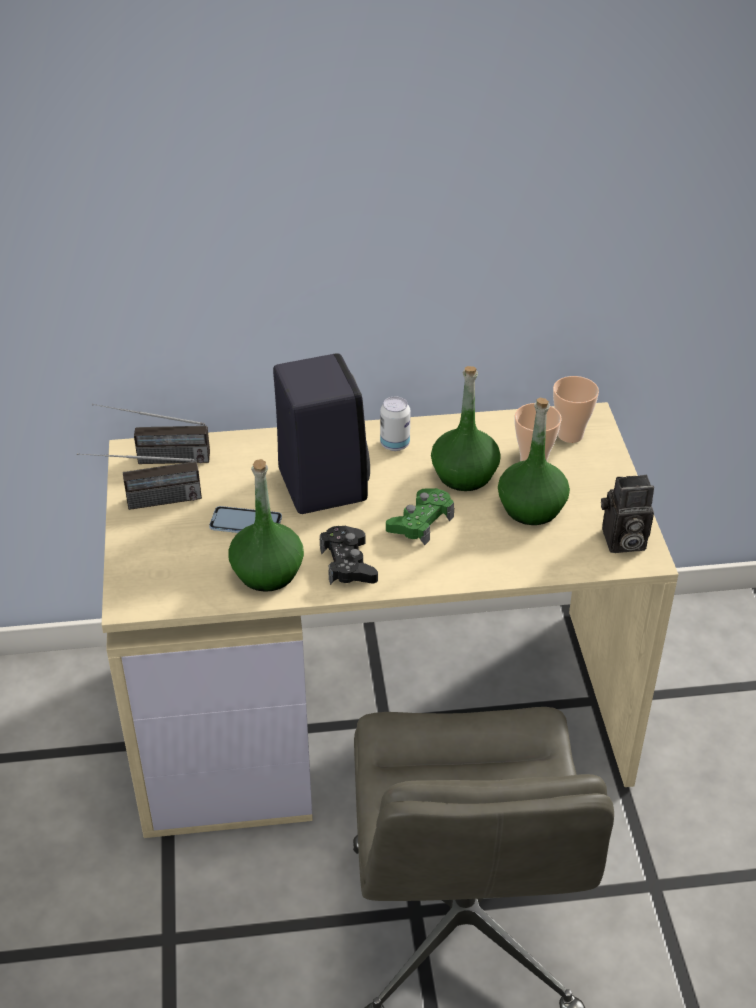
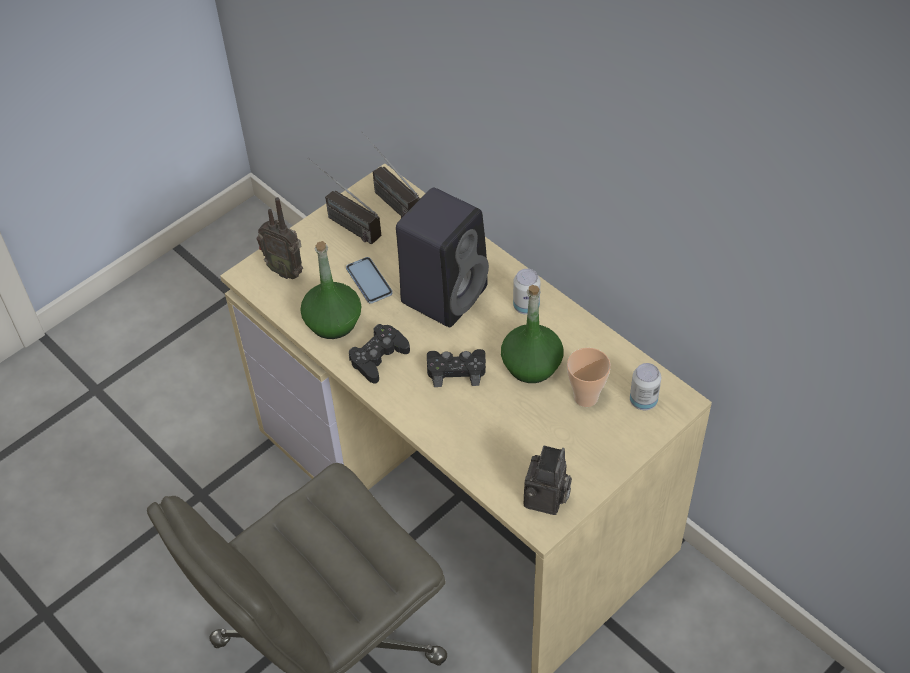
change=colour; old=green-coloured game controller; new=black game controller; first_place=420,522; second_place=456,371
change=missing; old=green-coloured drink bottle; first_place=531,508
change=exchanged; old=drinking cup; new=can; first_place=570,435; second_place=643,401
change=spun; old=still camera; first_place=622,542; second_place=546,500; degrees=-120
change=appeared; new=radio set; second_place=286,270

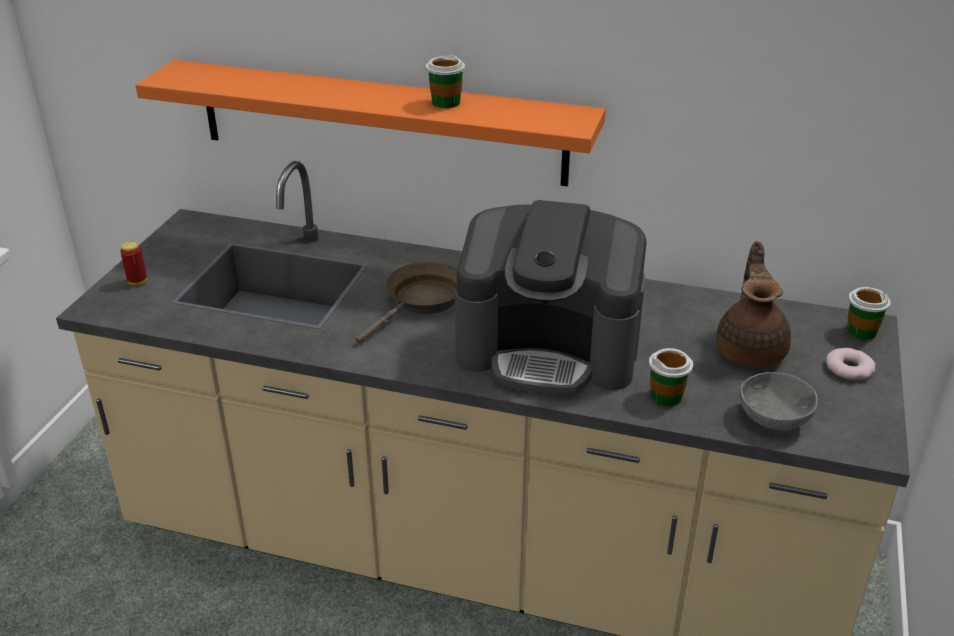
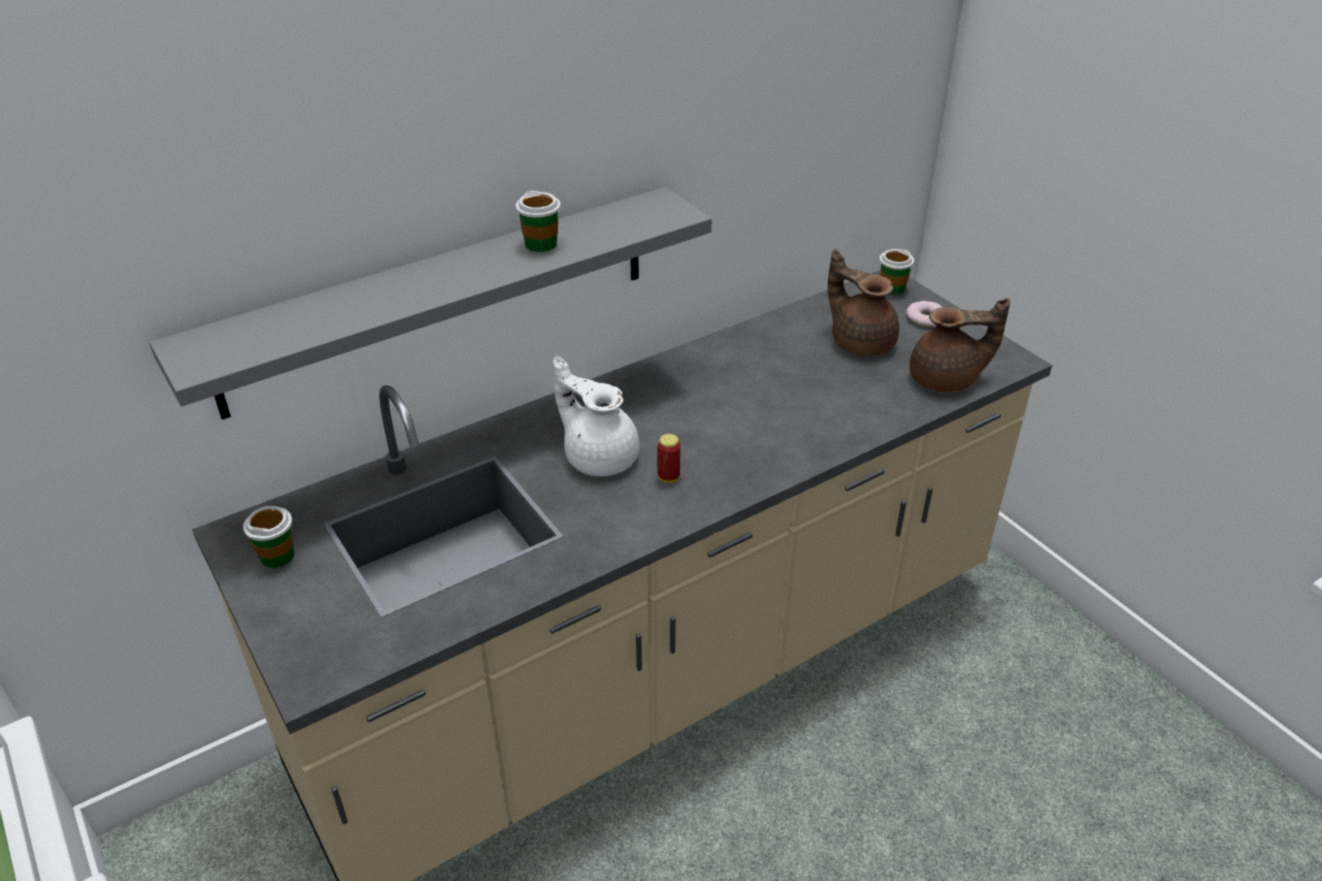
change=relocated; old=can; first_place=137,281; second_place=668,477
change=colour; old=orangey wall shelf; new=gray wall shelf; first_place=380,122; second_place=441,299
change=exchanged; old=brown-coloured pan; new=white tea pot; first_place=422,301; second_place=599,456
change=missing; old=coffee maker; first_place=549,348
change=relocated; old=drinking cup; first_place=666,396; second_place=277,555
change=exchanged; old=gray deep dish; new=brown-coloured tea pot; first_place=773,419; second_place=946,380

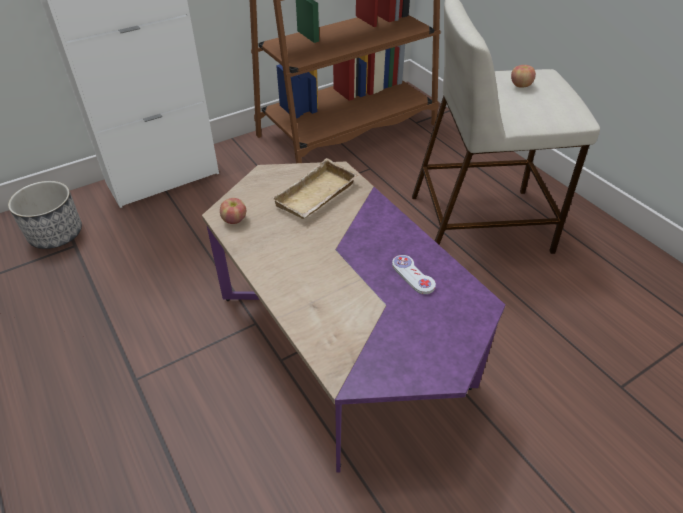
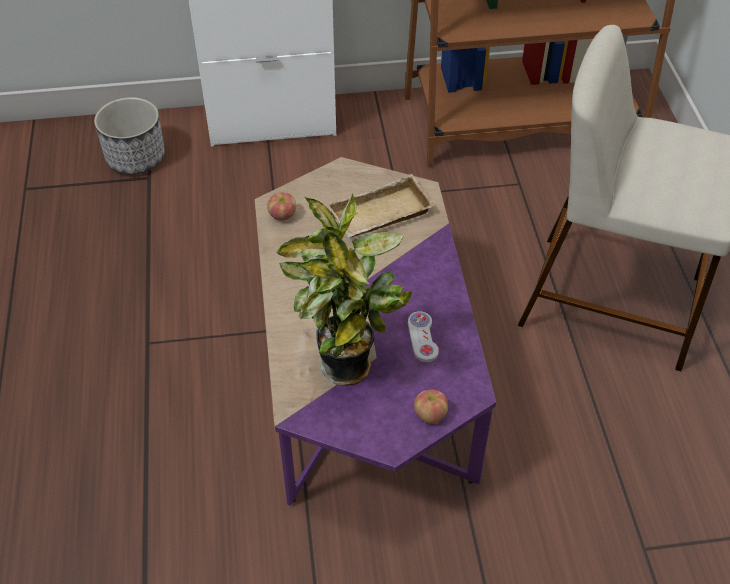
change=relocated; old=apple fruit; first_place=520,85; second_place=430,415
change=appeared; new=plant in a pot; second_place=348,372

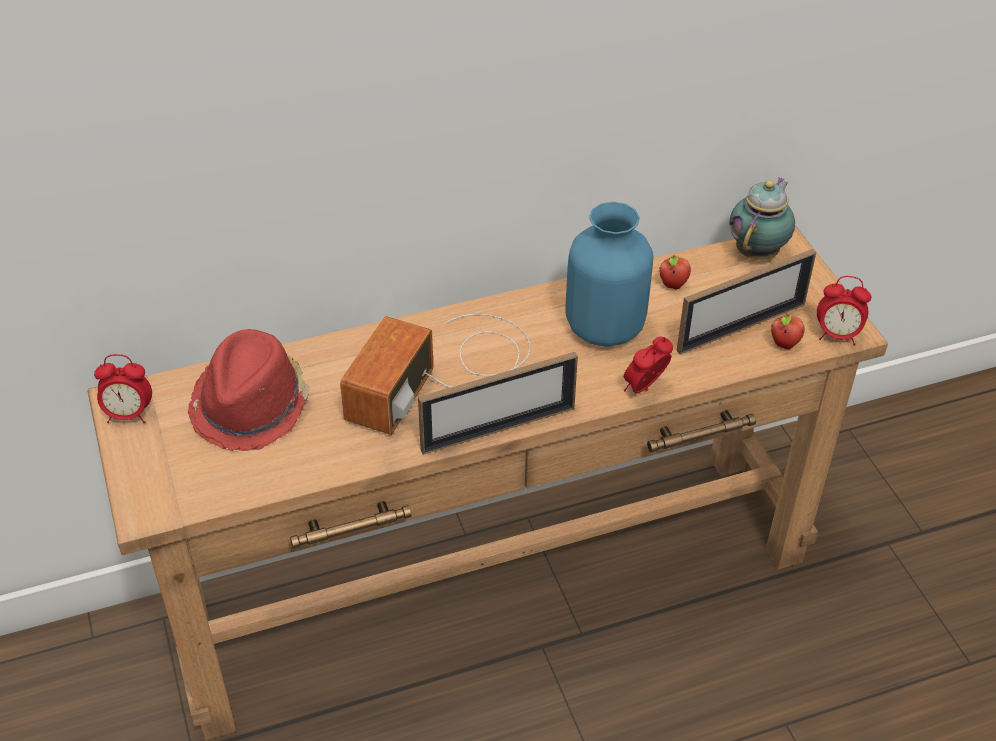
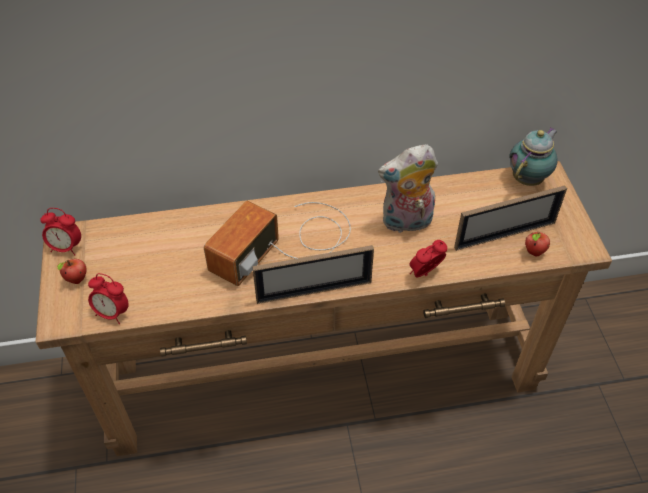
change=missing; old=red-coloured clothing hat; first_place=252,405
change=exchanged; old=bluish flower vase; new=cuddly toy; first_place=605,327; second_place=406,223
change=relocated; old=apple fruit; first_place=673,286; second_place=76,280
change=relocated; old=alarm clock; first_place=837,335; second_place=112,313

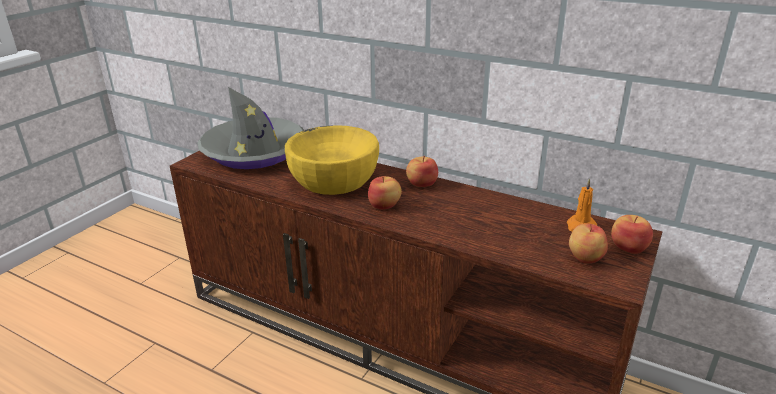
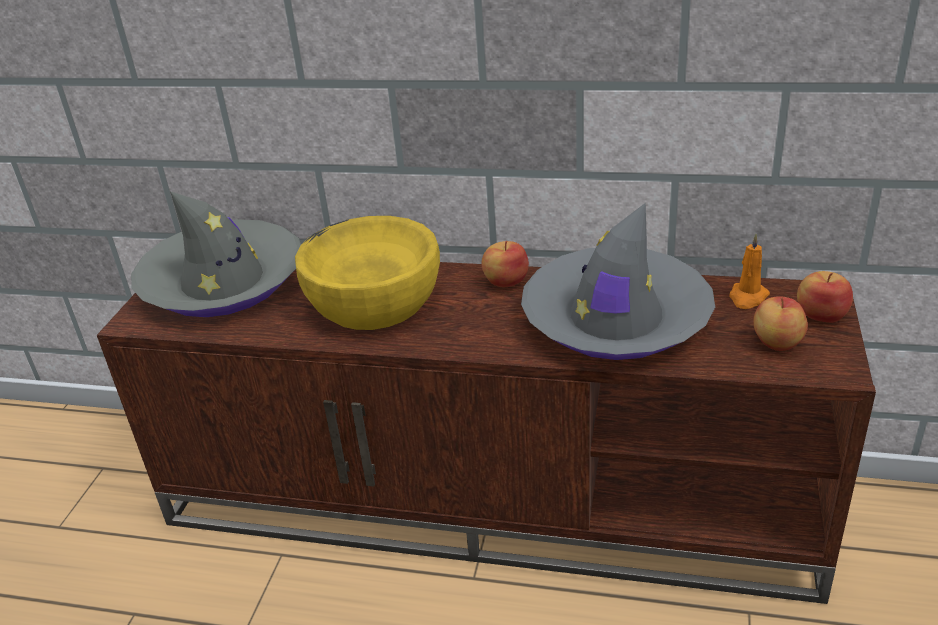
change=missing; old=apple fruit; first_place=385,205
change=appeared; new=gray clothing hat; second_place=616,319

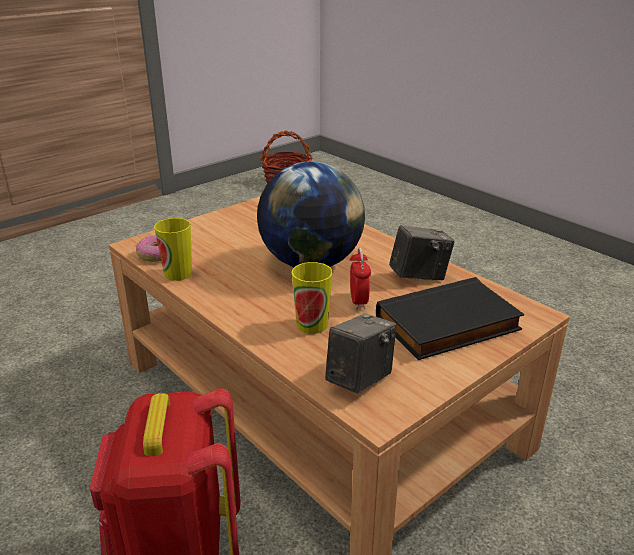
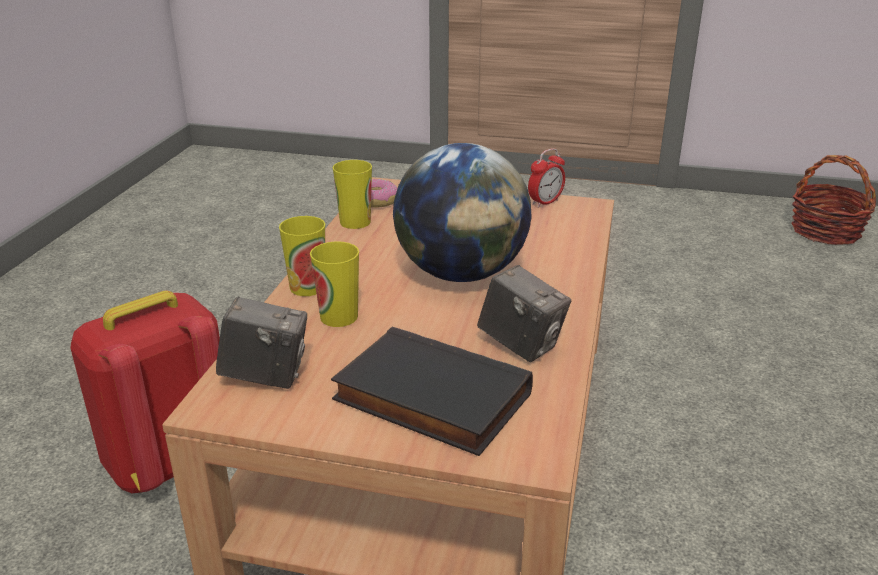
change=relocated; old=alarm clock; first_place=358,301; second_place=545,202
change=appeared; new=drinking cup; second_place=307,287

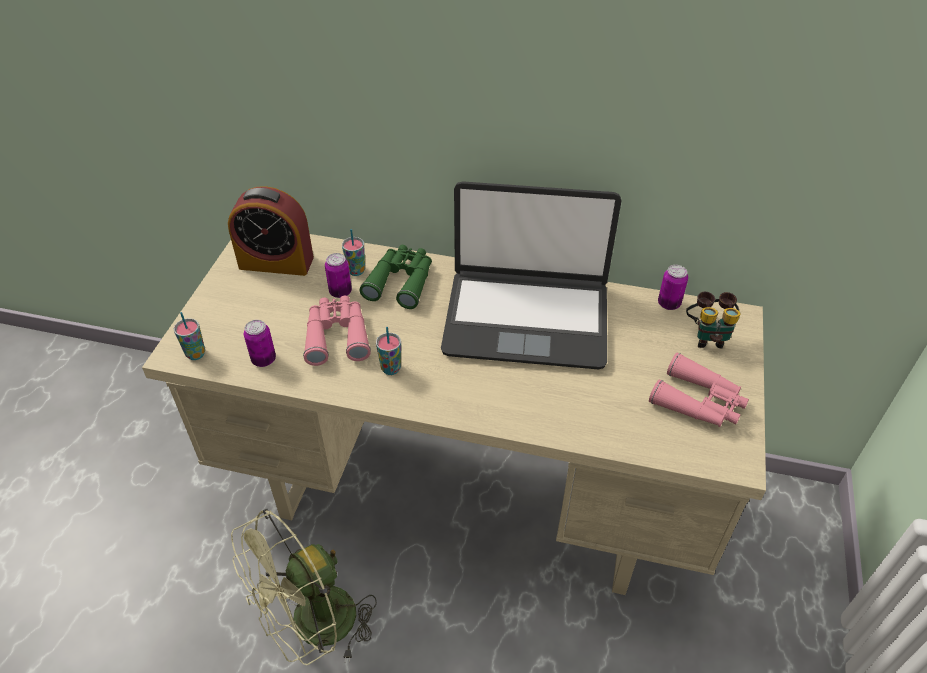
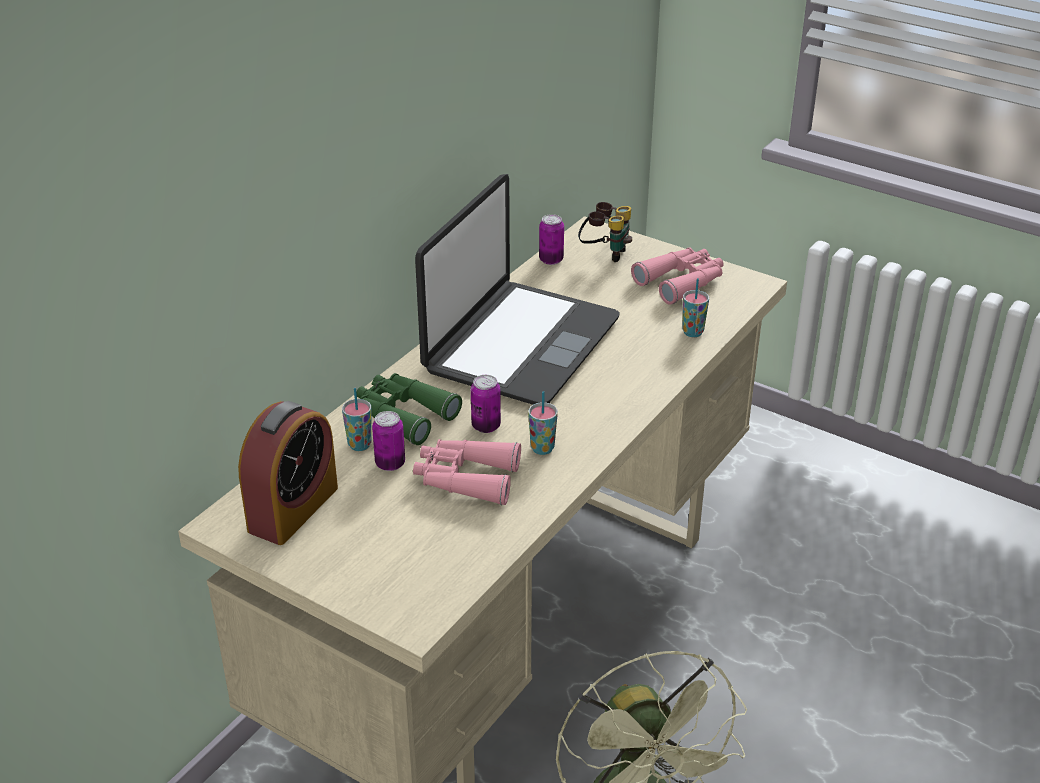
change=relocated; old=drinking cup; first_place=196,354; second_place=692,332
change=relocated; old=can; first_place=264,360; second_place=486,426

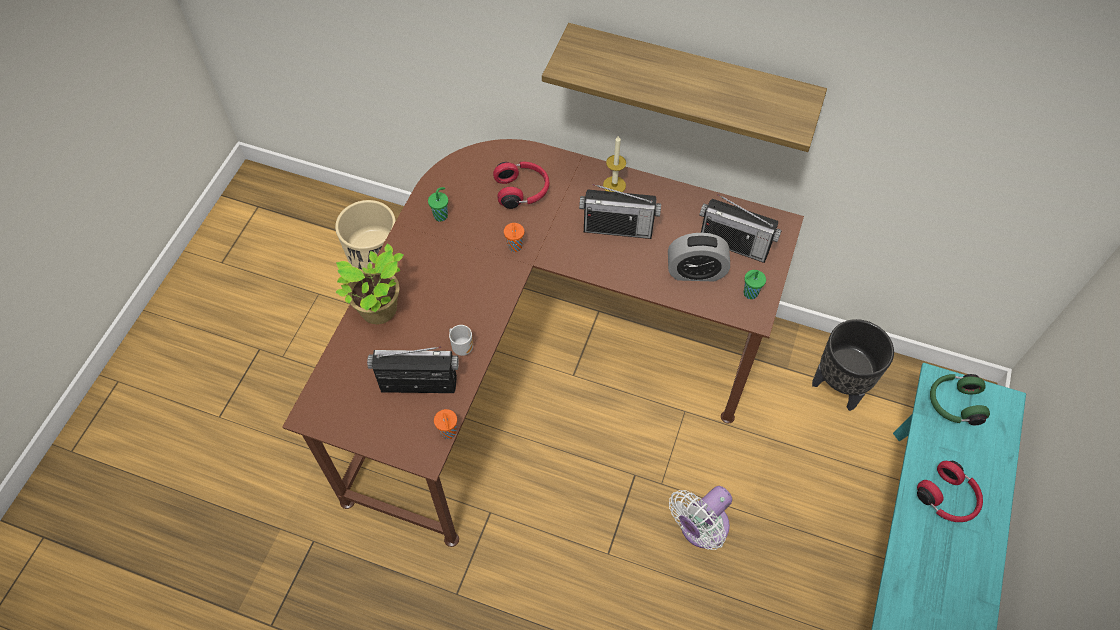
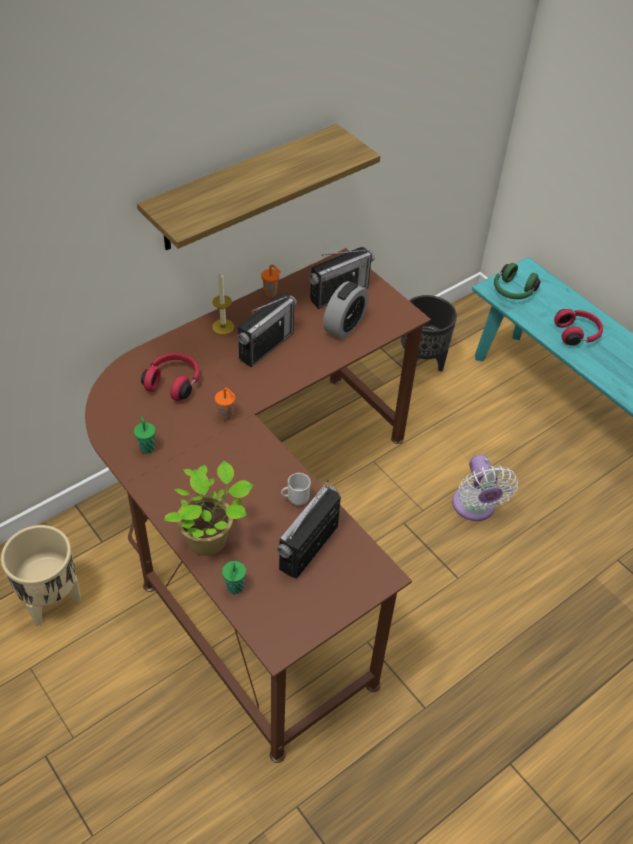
change=relocated; old=orangey drinking cup; first_place=448,433; second_place=271,293
change=relocated; old=green-coloured drinking cup; first_place=749,293; second_place=234,588

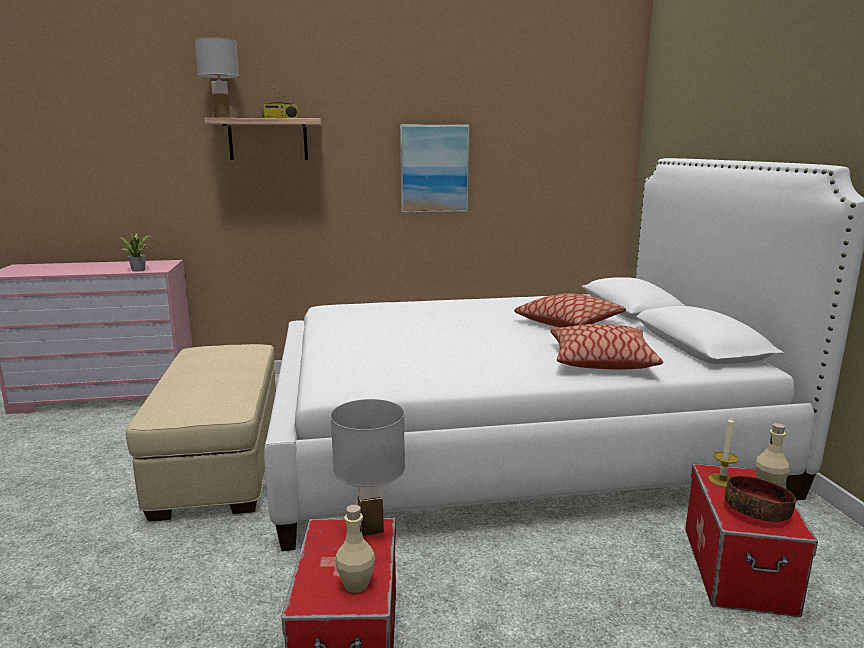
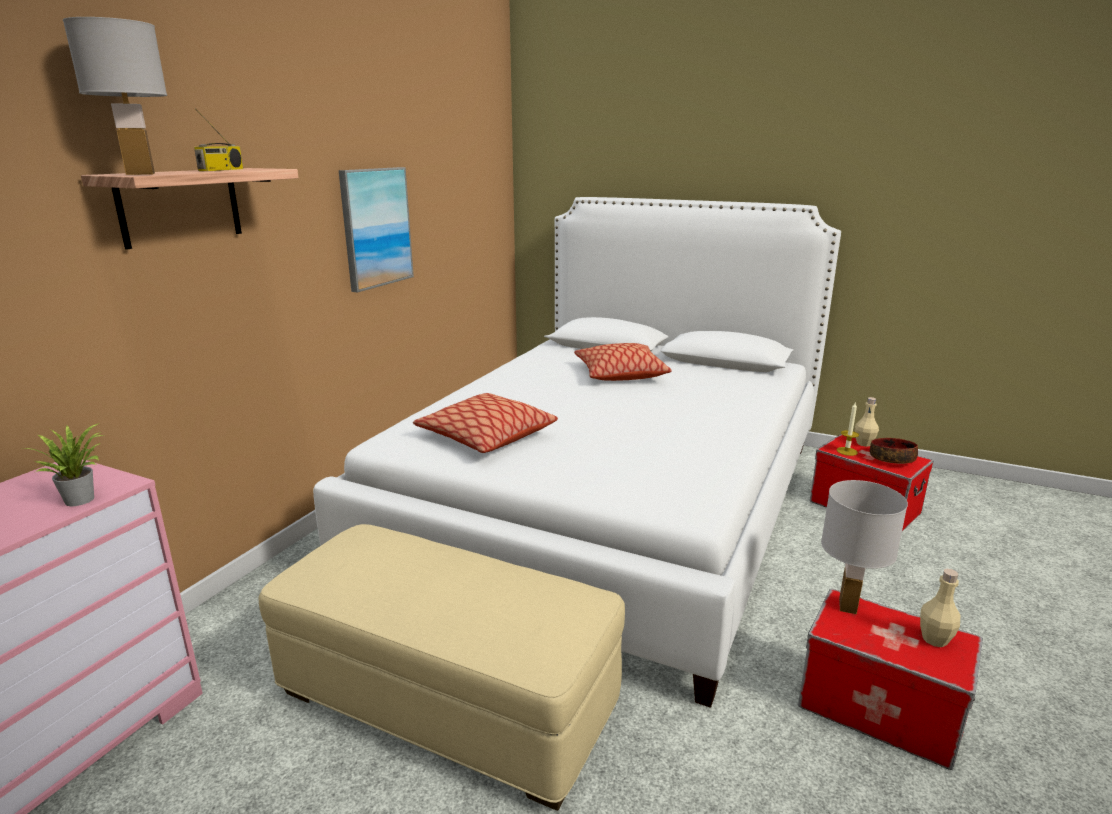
change=relocated; old=pillow; first_place=600,361; second_place=486,436

